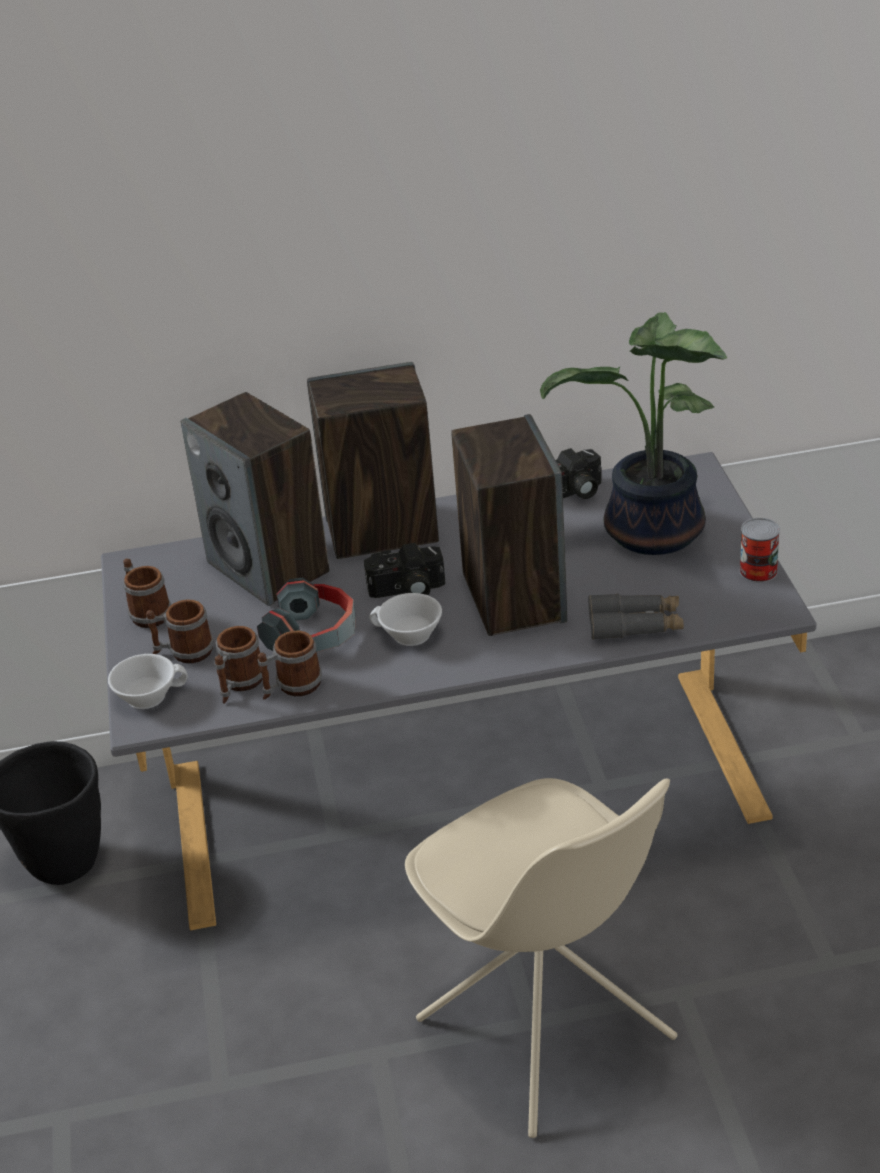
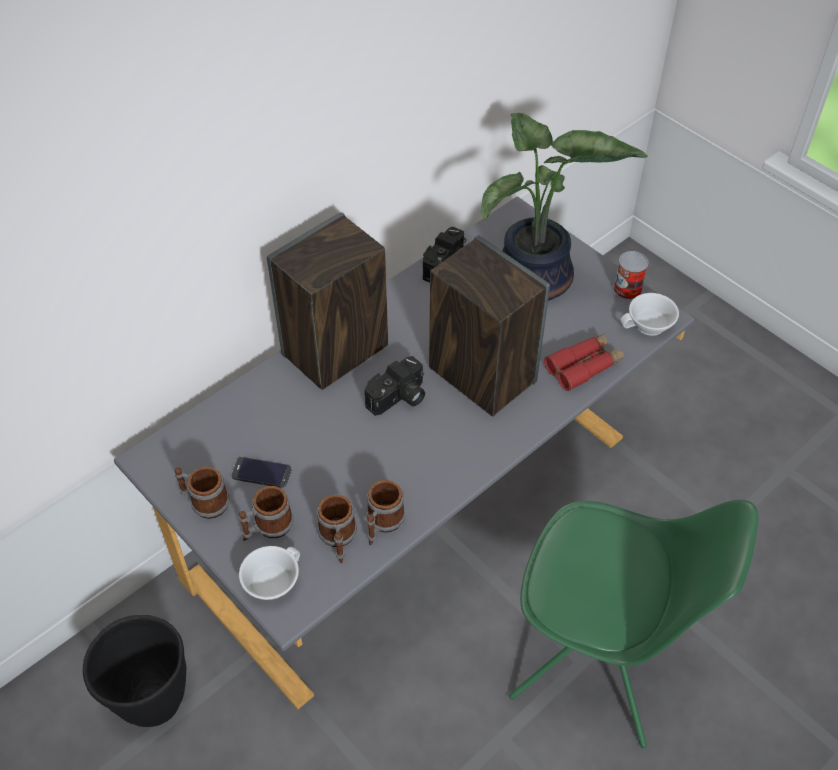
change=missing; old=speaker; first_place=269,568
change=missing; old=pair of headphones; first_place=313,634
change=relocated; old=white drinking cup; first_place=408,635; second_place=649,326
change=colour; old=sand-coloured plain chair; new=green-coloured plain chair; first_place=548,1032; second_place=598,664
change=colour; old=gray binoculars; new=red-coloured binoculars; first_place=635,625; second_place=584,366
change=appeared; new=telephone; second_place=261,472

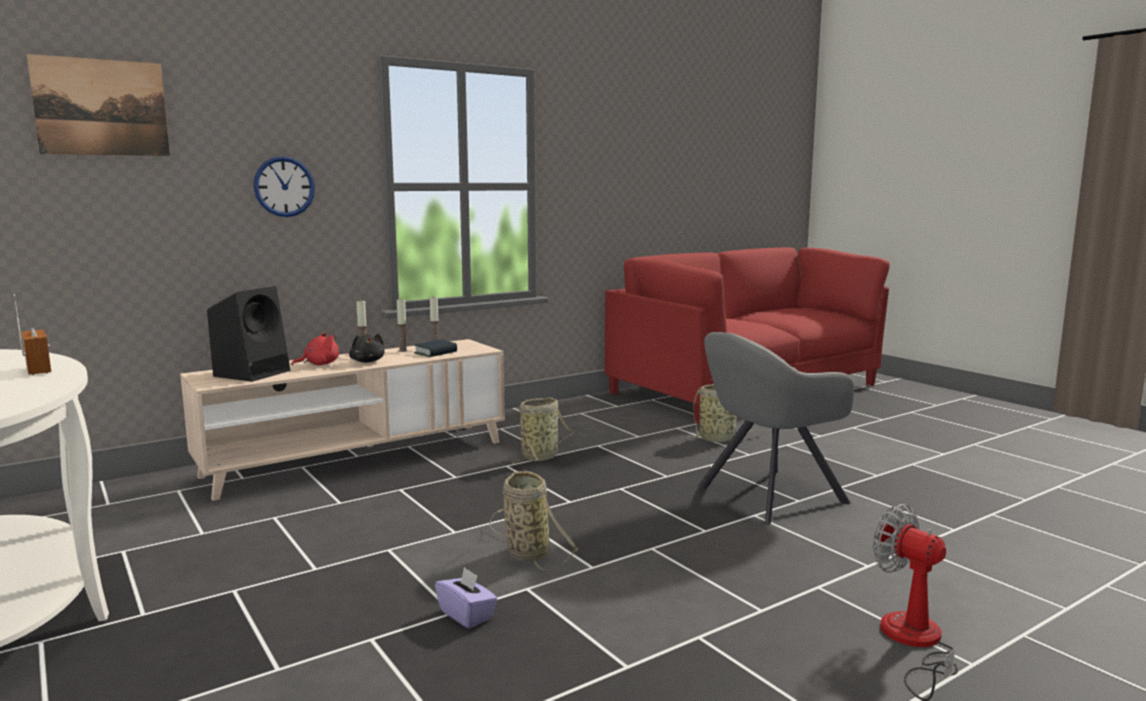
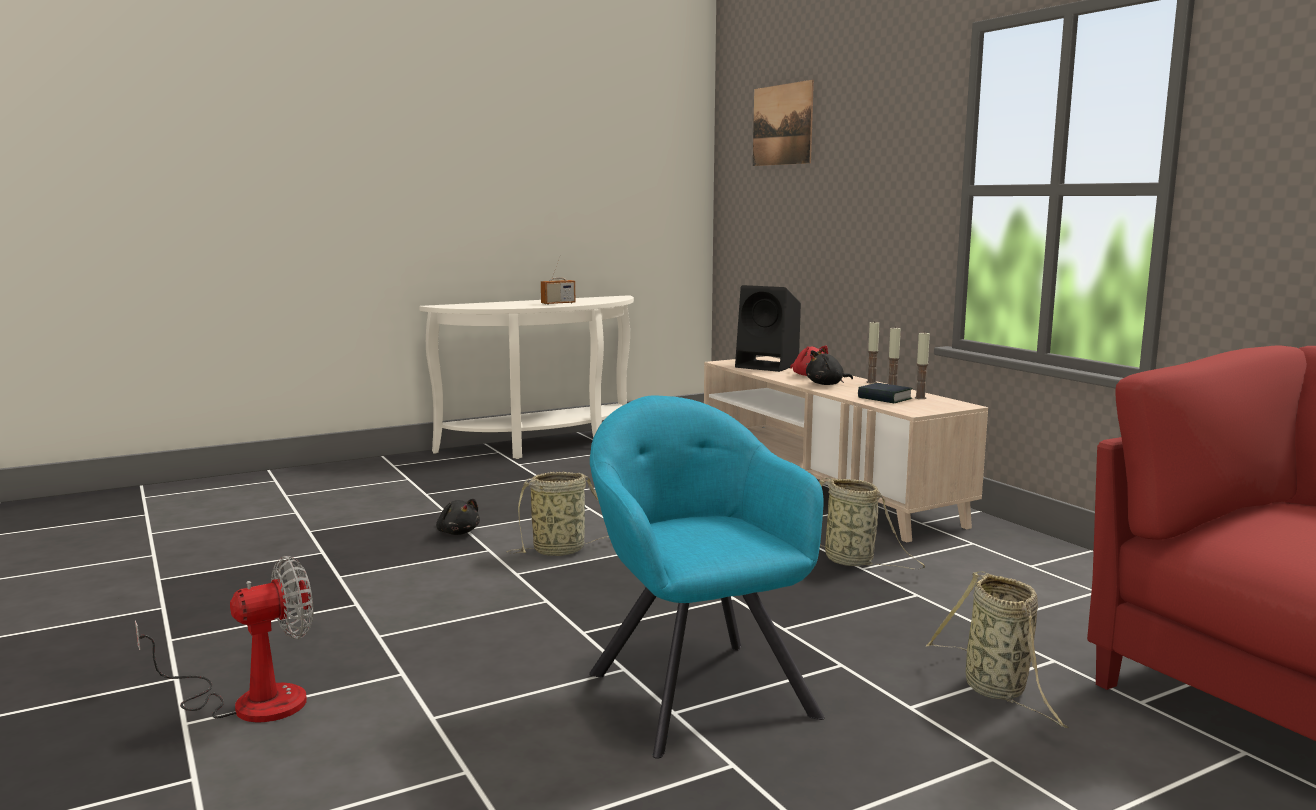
change=missing; old=clock on the wall; first_place=284,186
change=exchanged; old=purplish tissue holder; new=black cuddly toy; first_place=466,615; second_place=457,532
change=colour; old=gray lounge chair; new=turquoise lounge chair; first_place=767,496; second_place=696,690

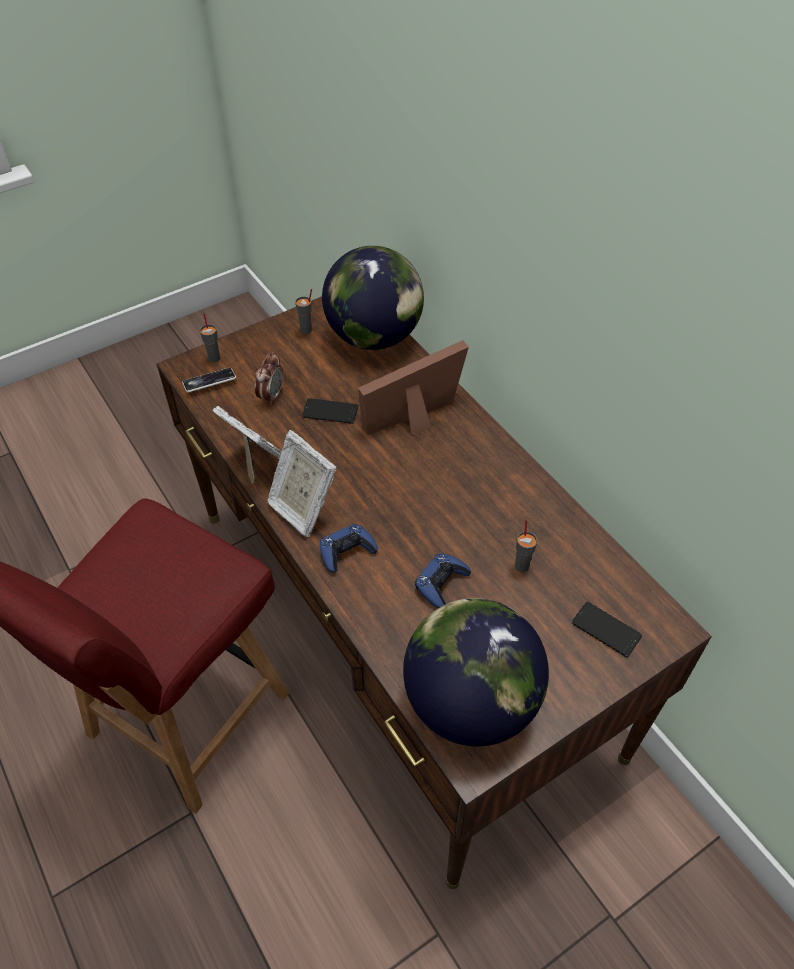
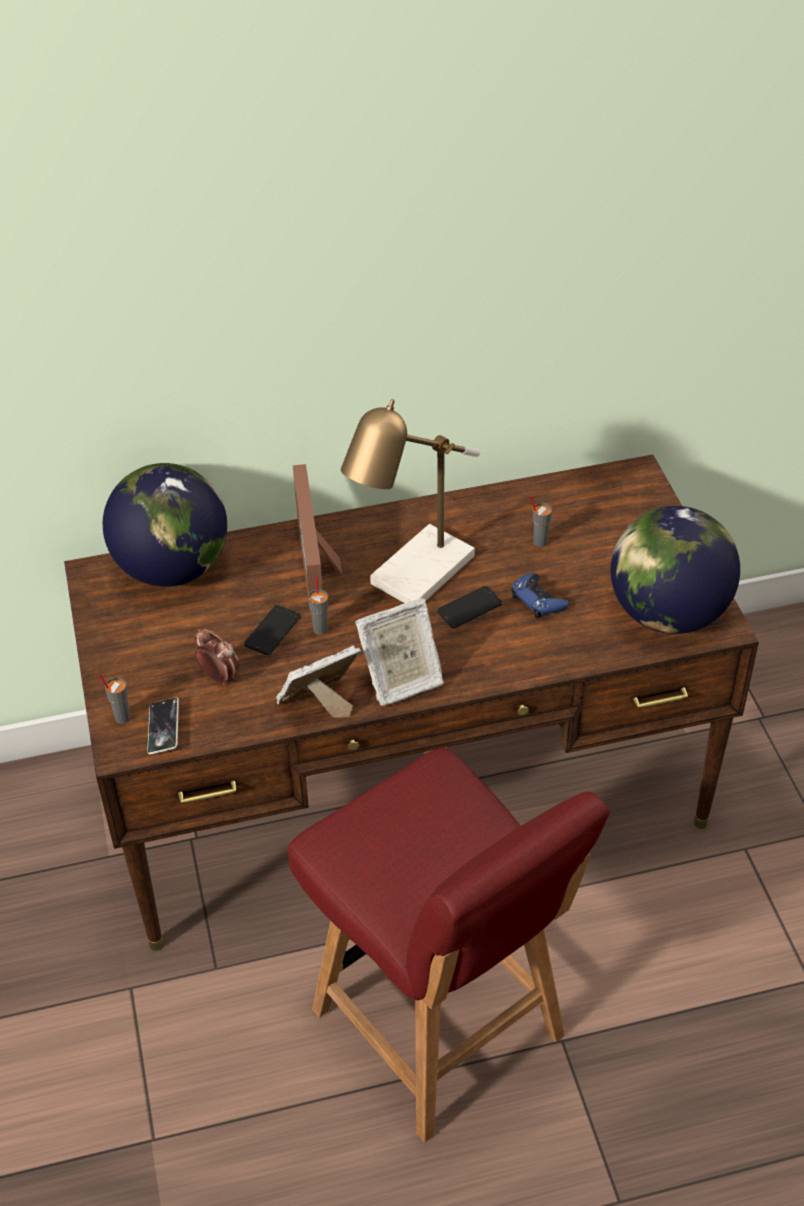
change=relocated; old=gray drinking cup; first_place=306,330; second_place=320,628
change=missing; old=bluish game controller; first_place=347,551
change=relocated; old=telephone; first_place=606,629; second_place=469,608
change=appeared; new=tabletop lamp; second_place=415,579

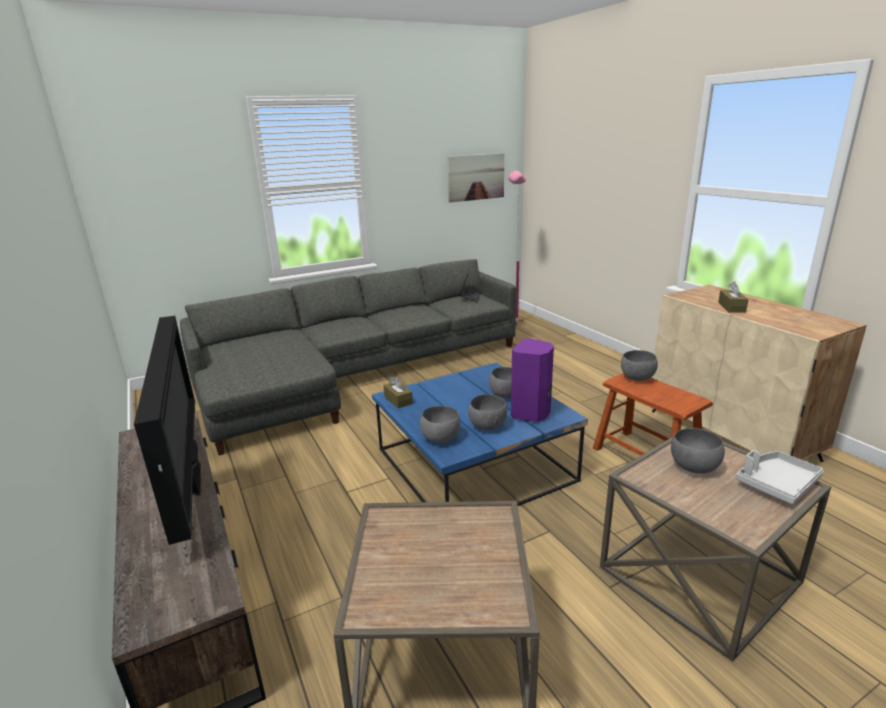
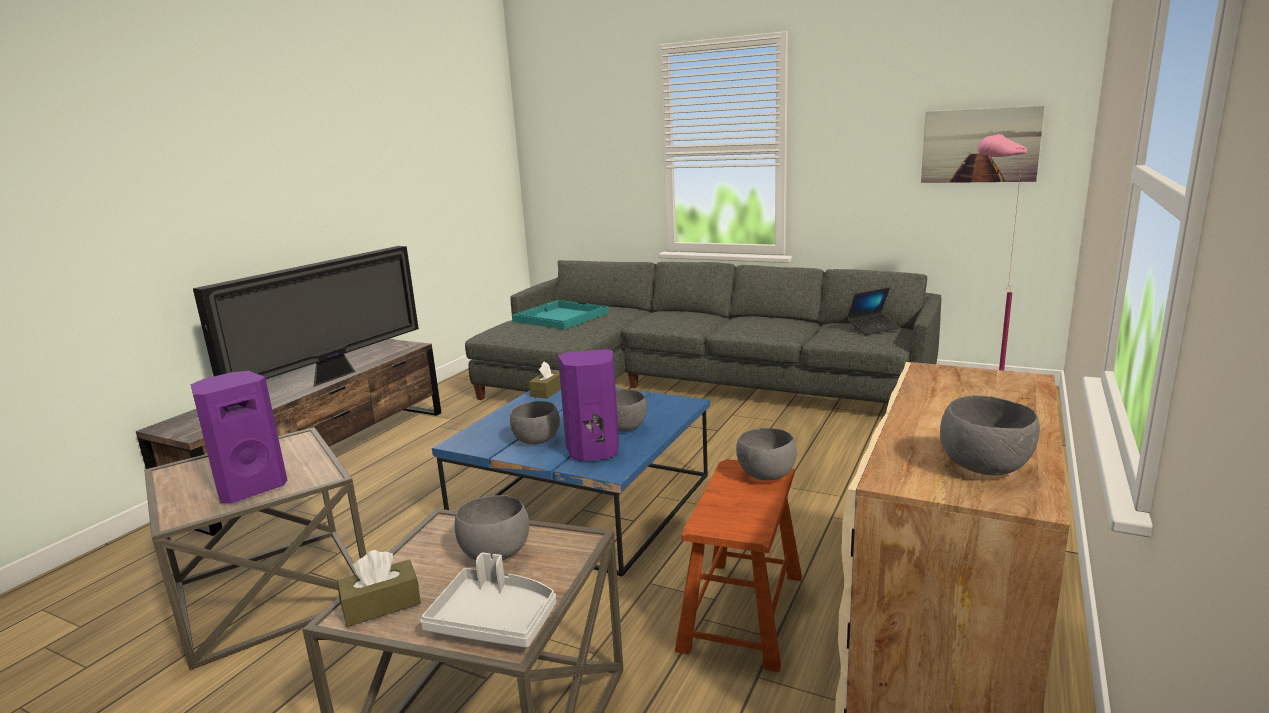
change=relocated; old=gray deep dish; first_place=441,438; second_place=986,468
change=relocated; old=brown-coloured tissue holder; first_place=731,307; second_place=381,605
change=appeared; new=purplish speaker; second_place=250,488
change=appeared; new=turquoise tray; second_place=560,317

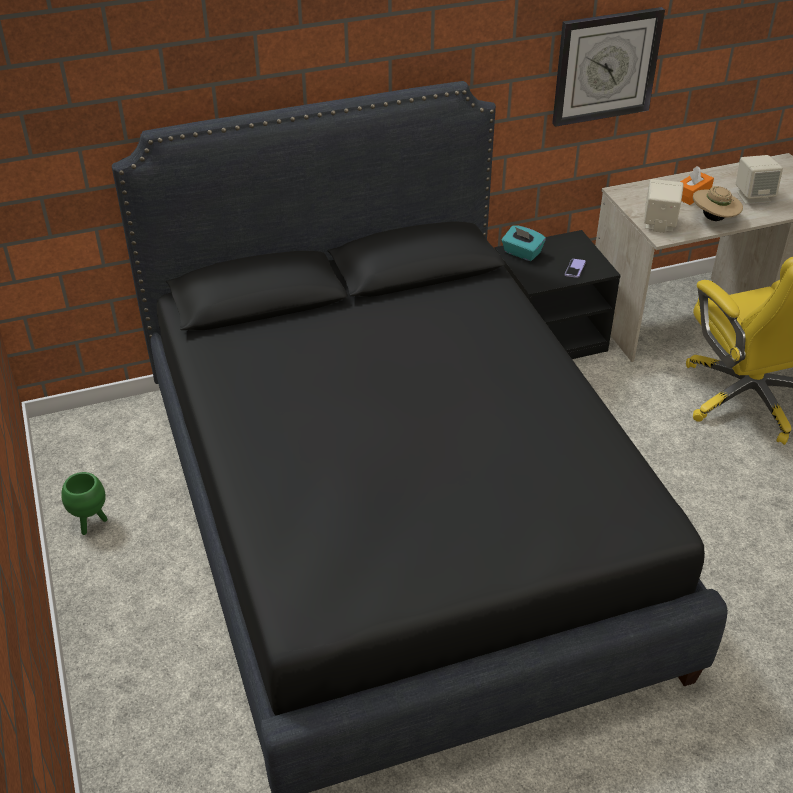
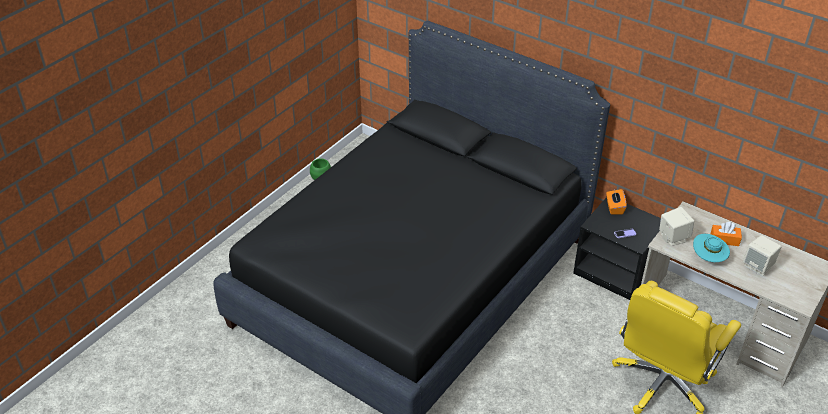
change=colour; old=turquoise tissue holder; new=orangey tissue holder; first_place=522,253; second_place=614,208
change=missing; old=clock on the wall; first_place=606,66
change=colour; old=sand-coloured clothing hat; new=turquoise clothing hat; first_place=714,219; second_place=708,258

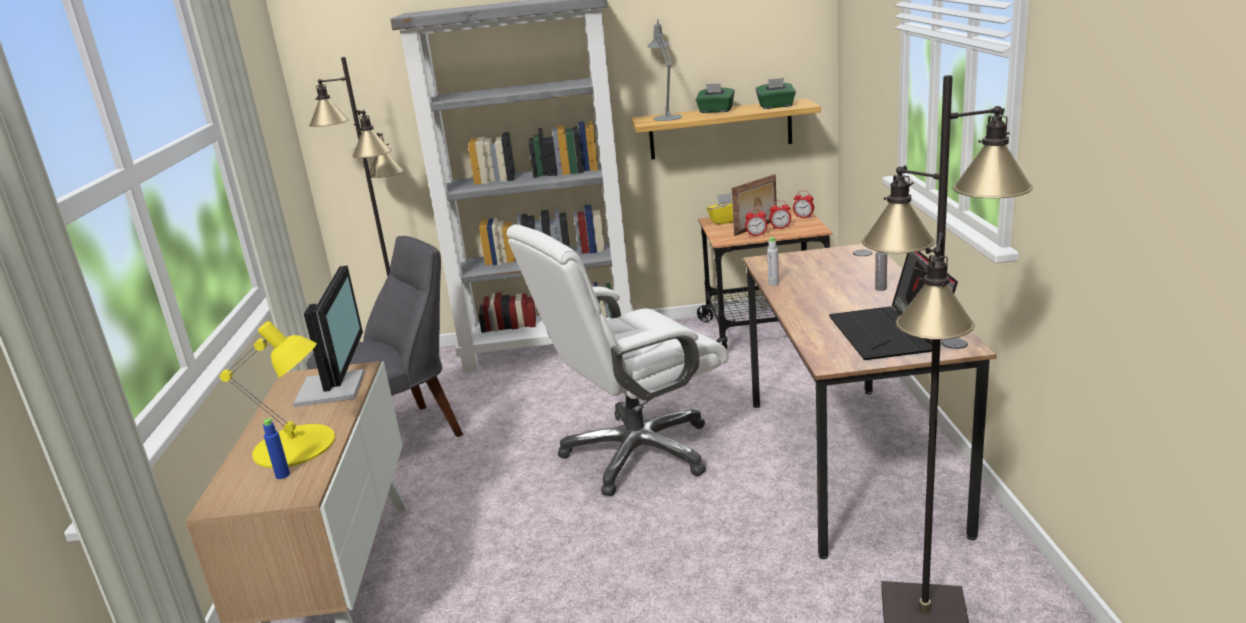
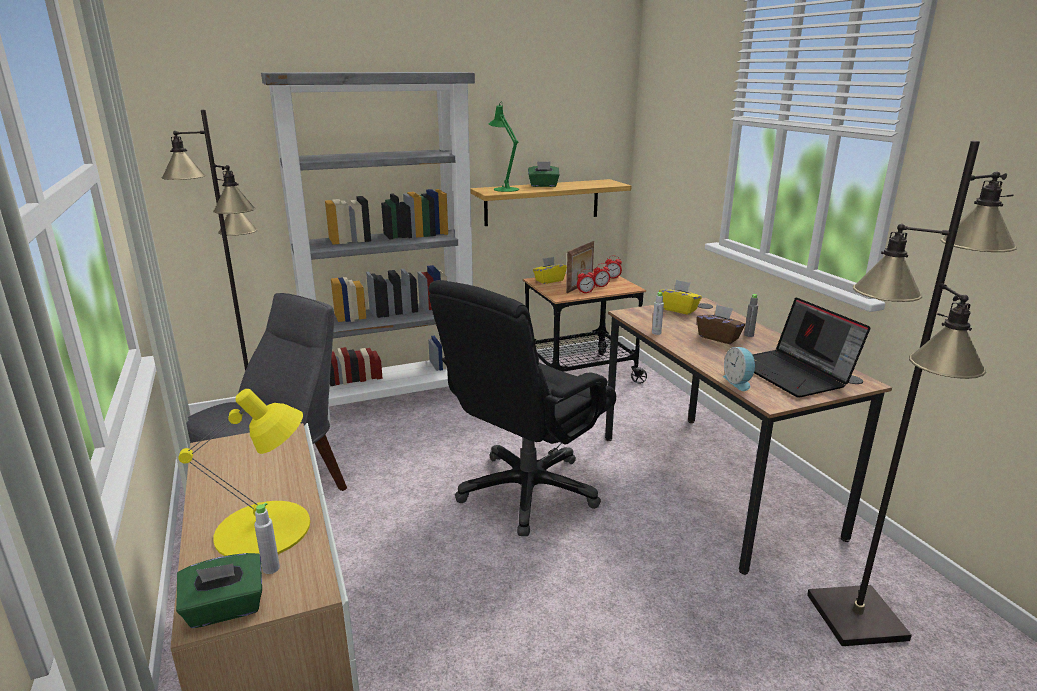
change=colour; old=bluish drink bottle; new=gray drink bottle; first_place=282,475; second_place=271,568
change=missing; old=monitor; first_place=334,388
change=colour; old=white office chair; new=black office chair; first_place=636,453; second_place=527,491
change=colour; old=gray tabletop lamp; new=green-coloured tabletop lamp; first_place=667,117; second_place=504,189
change=relocated; old=green-coloured tissue holder; first_place=776,106; second_place=225,609
change=appeared; new=yellow tissue holder; second_place=678,309
change=appeared; new=brown-coloured tissue holder; second_place=719,338
change=appeared; new=alarm clock; second_place=738,382

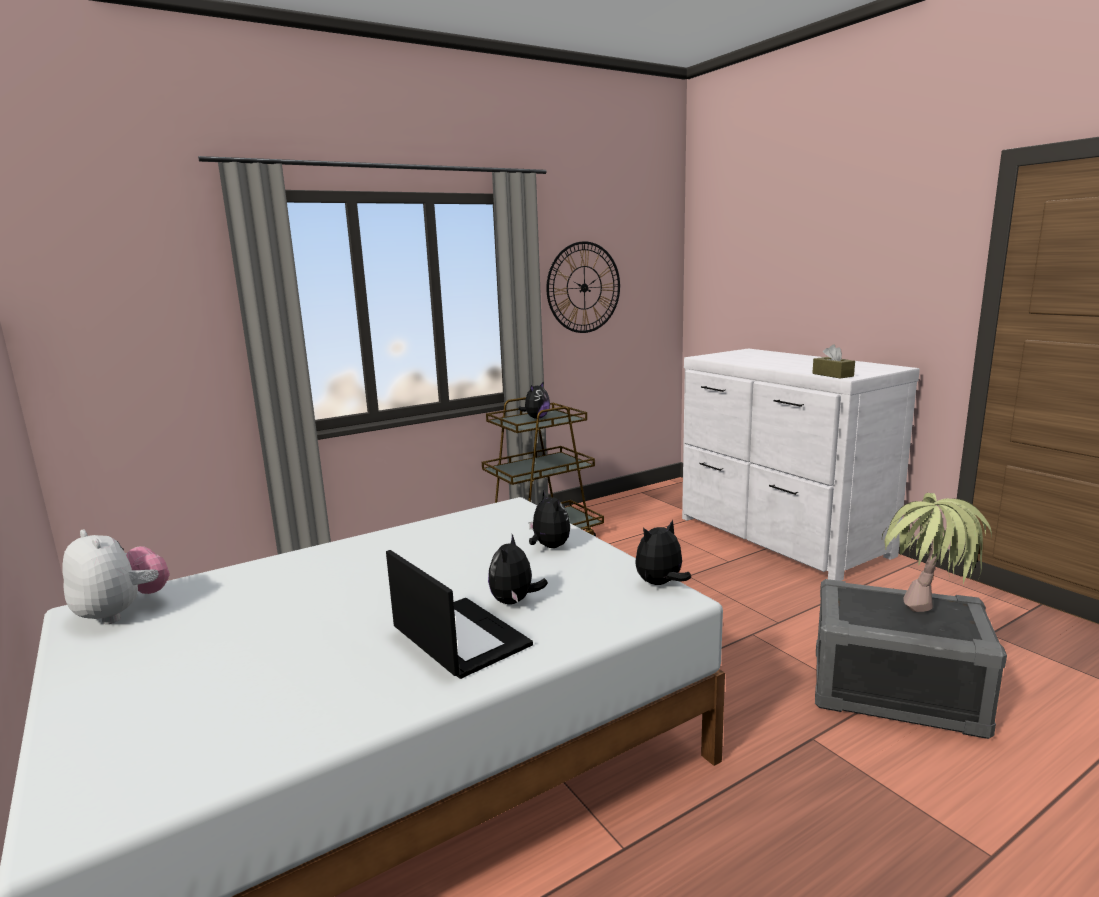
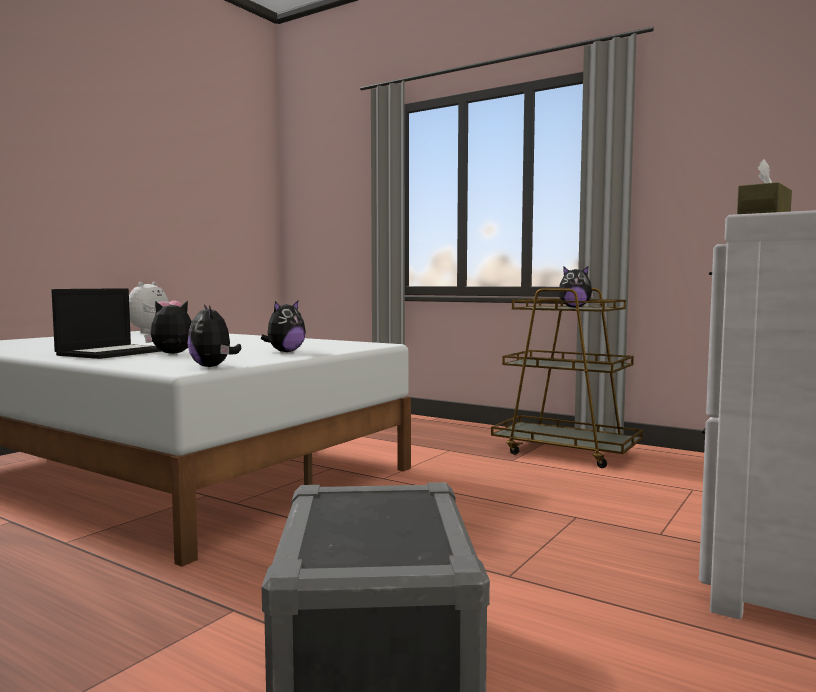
change=missing; old=clock on the wall; first_place=584,287
change=spun; old=cuddly toy; first_place=660,584; second_place=213,367; degrees=-150
change=missing; old=plant in a pot; first_place=923,624

